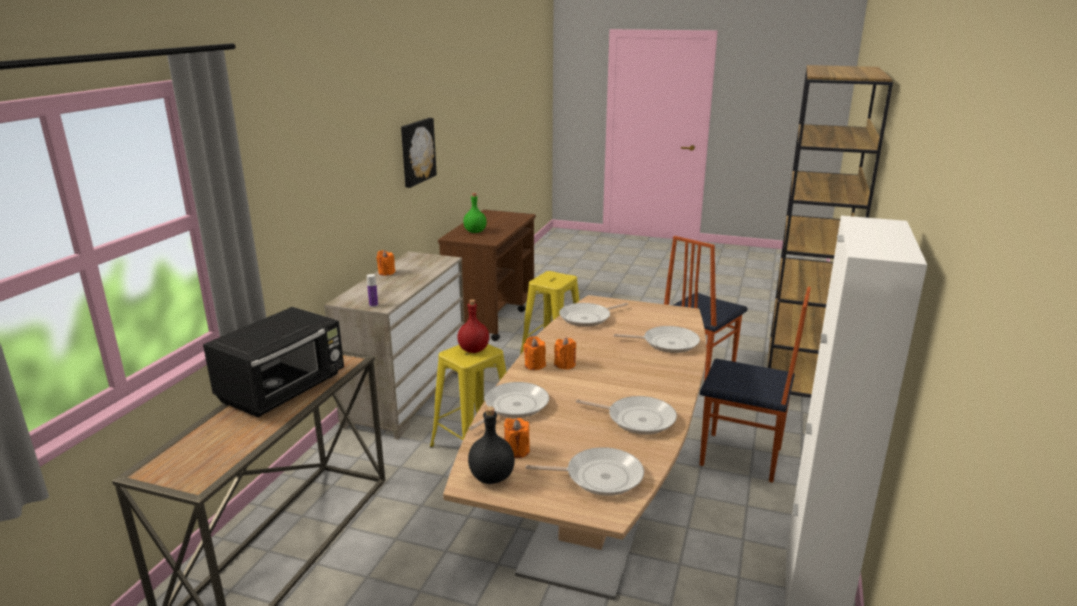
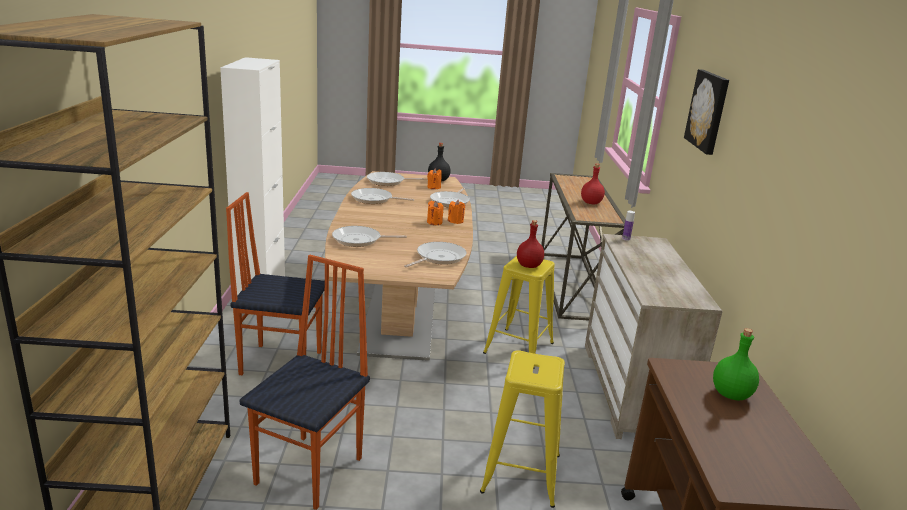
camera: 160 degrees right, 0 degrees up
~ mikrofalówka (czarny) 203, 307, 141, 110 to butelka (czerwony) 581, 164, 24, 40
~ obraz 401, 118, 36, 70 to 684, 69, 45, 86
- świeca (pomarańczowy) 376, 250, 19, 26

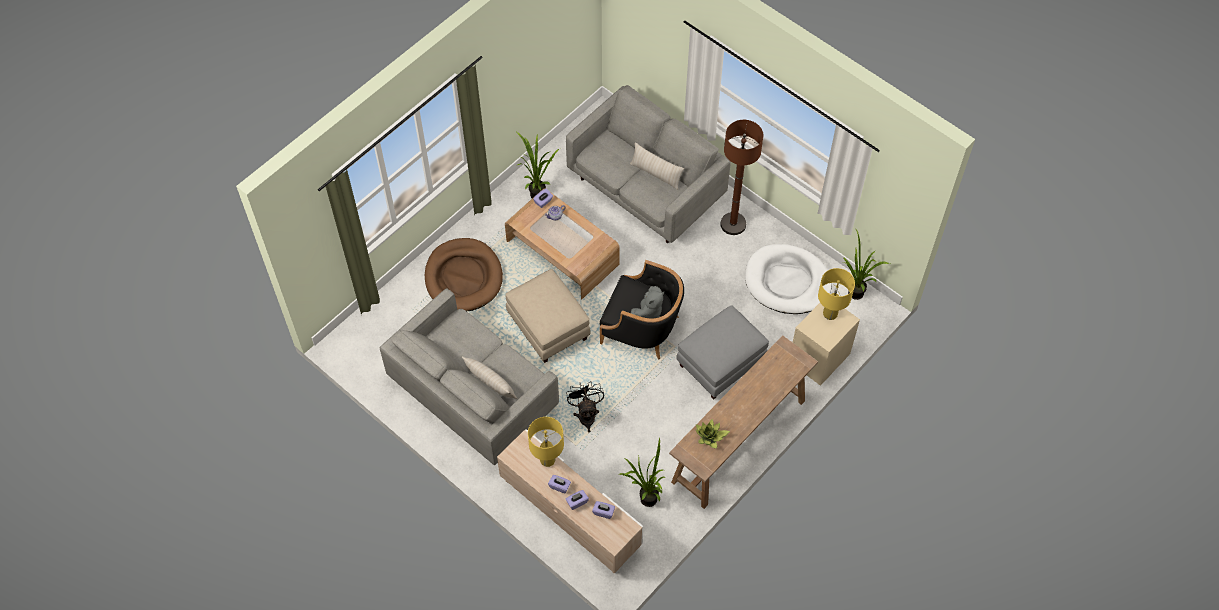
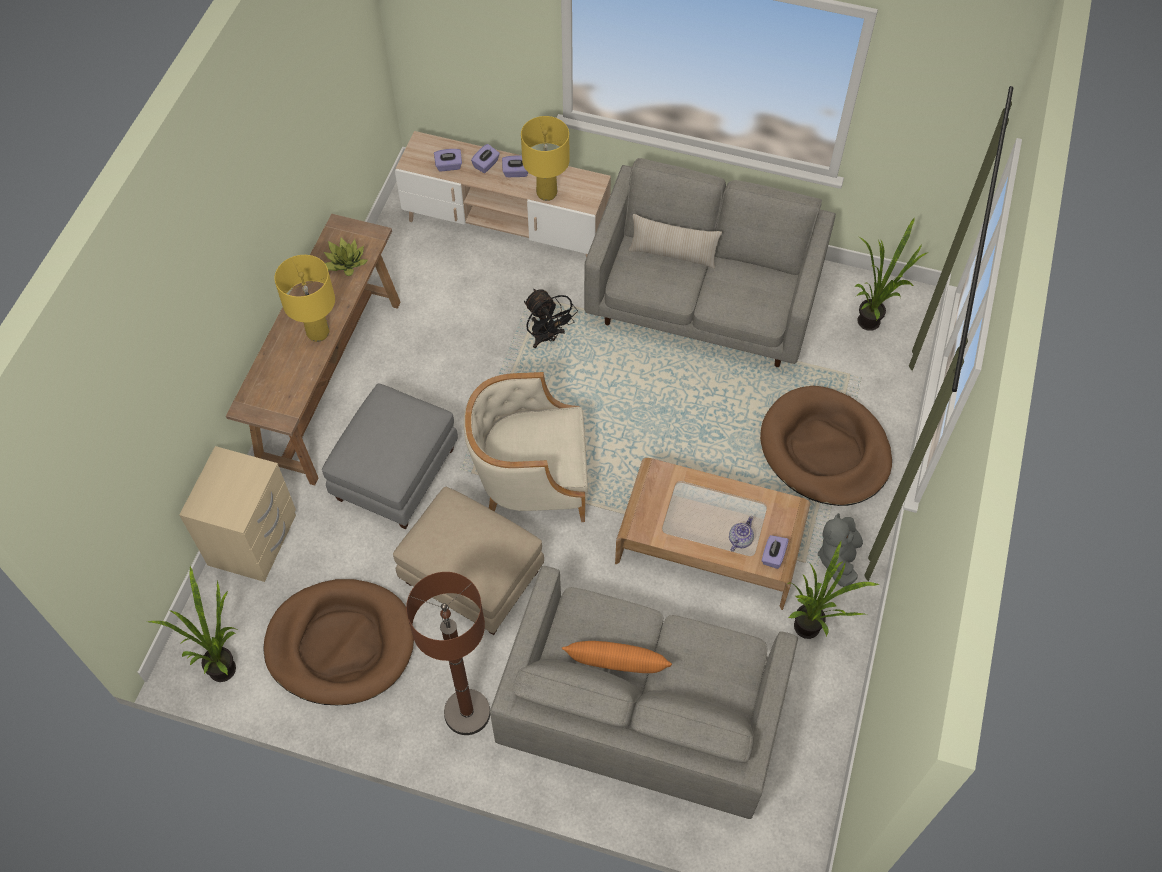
camera: 155 degrees right, 0 degrees up
~ legowisko (biały) 745, 244, 87, 70 to legowisko (brązowy) 263, 579, 151, 126
~ lampa stołowa (żółty) 818, 268, 37, 52 to 274, 255, 61, 87
~ pufa (beżowy) 505, 269, 85, 94 to 393, 486, 151, 149
~ fotel (czarny) 600, 260, 84, 100 to fotel (beżowy) 464, 372, 124, 150
~ poduszka (beżowy) 630, 142, 54, 48 to poduszka (pomarańczowy) 562, 641, 110, 32
~ pluszak (szary) 631, 286, 33, 32 to 818, 513, 45, 74
~ roślina doniczkowa 619, 438, 46, 69 to 854, 217, 74, 114

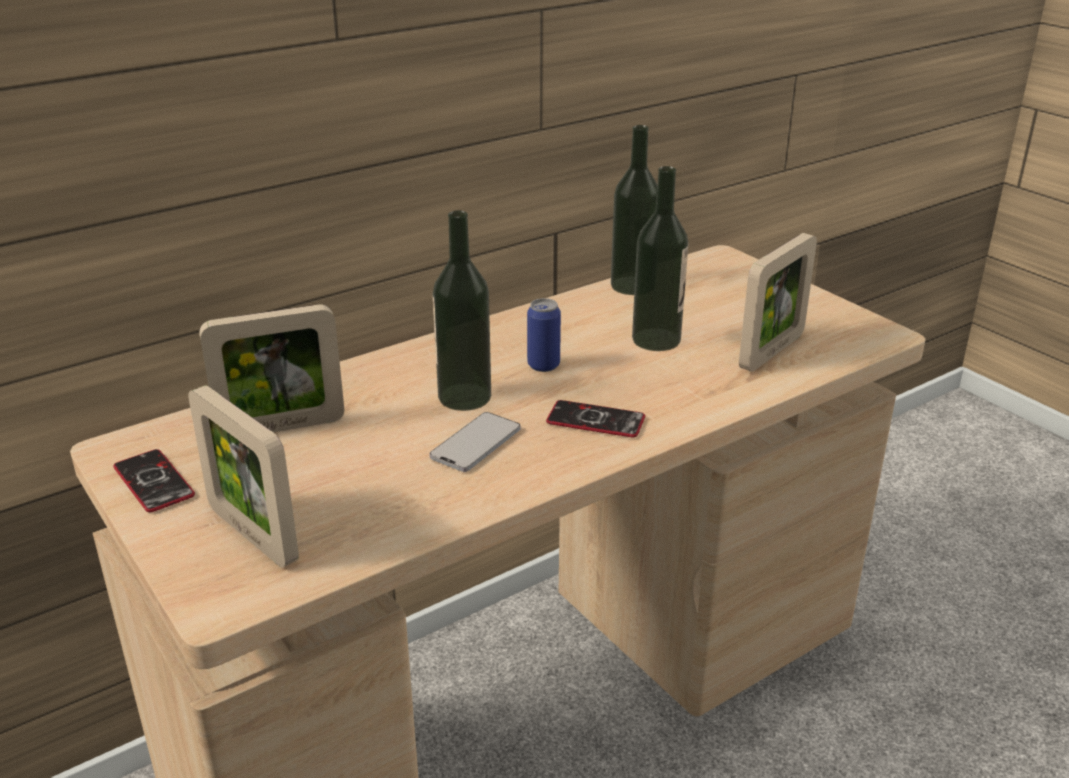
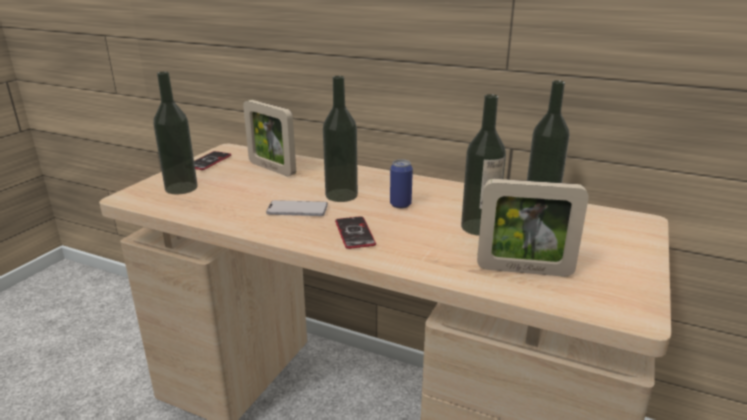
camera: 60 degrees right, 5 degrees down
~ ramka na zdjęcie 188, 385, 111, 182 to butelka 153, 72, 45, 123

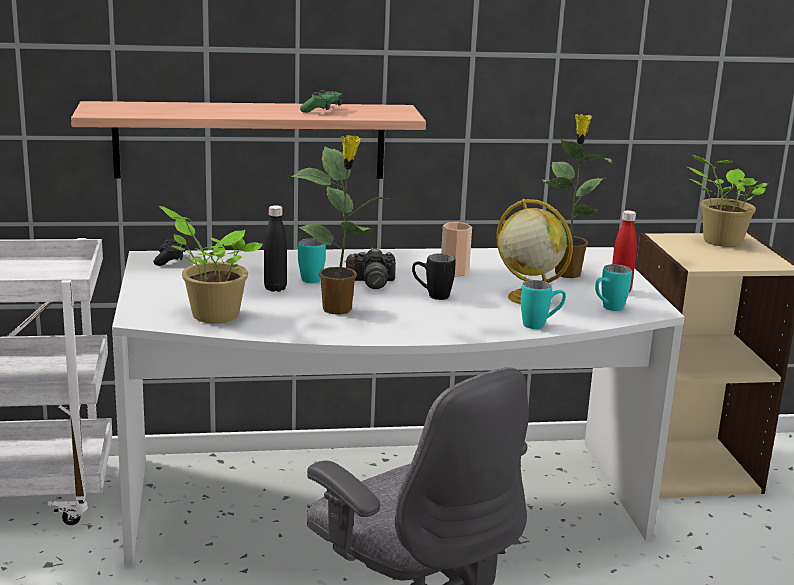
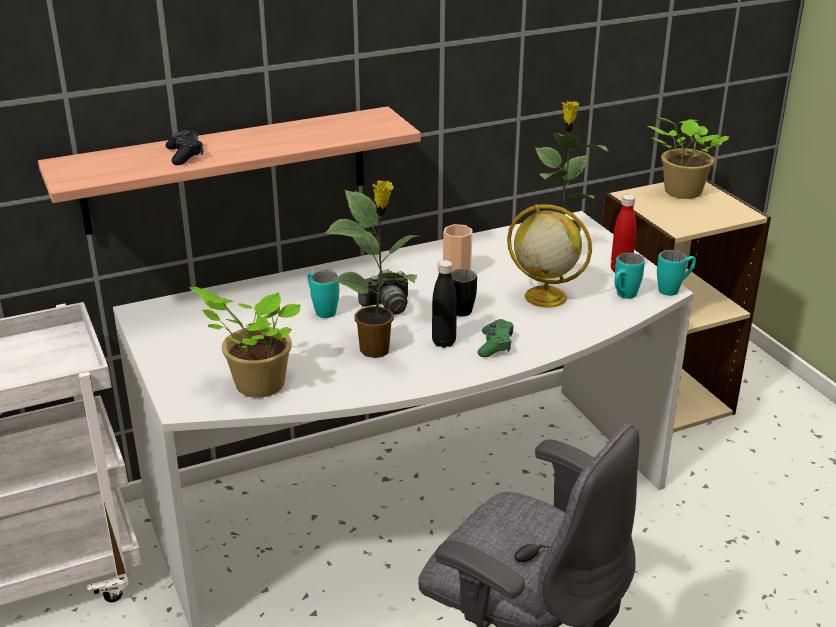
camera: 15 degrees left, 10 degrees up
~ pad do gier (czarny) 153, 238, 33, 28 to 165, 130, 38, 35
~ butelka (czarny) 264, 205, 23, 87 to 432, 260, 25, 88
~ pad do gier (zielony) 300, 90, 43, 23 to 478, 319, 36, 38
~ kubek (turkusowy) 521, 280, 45, 49 to 657, 250, 39, 46

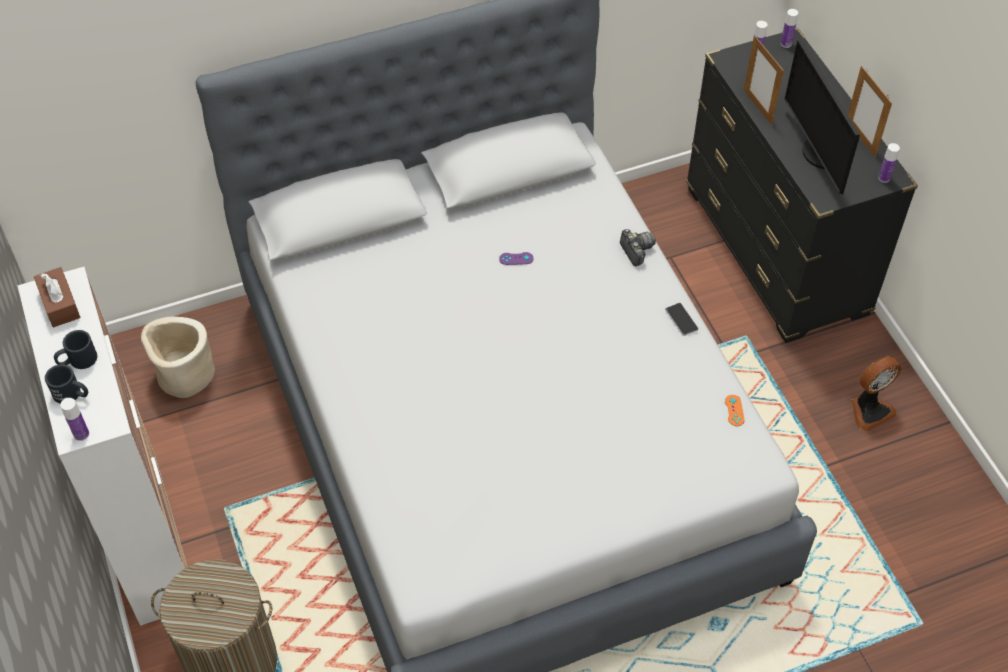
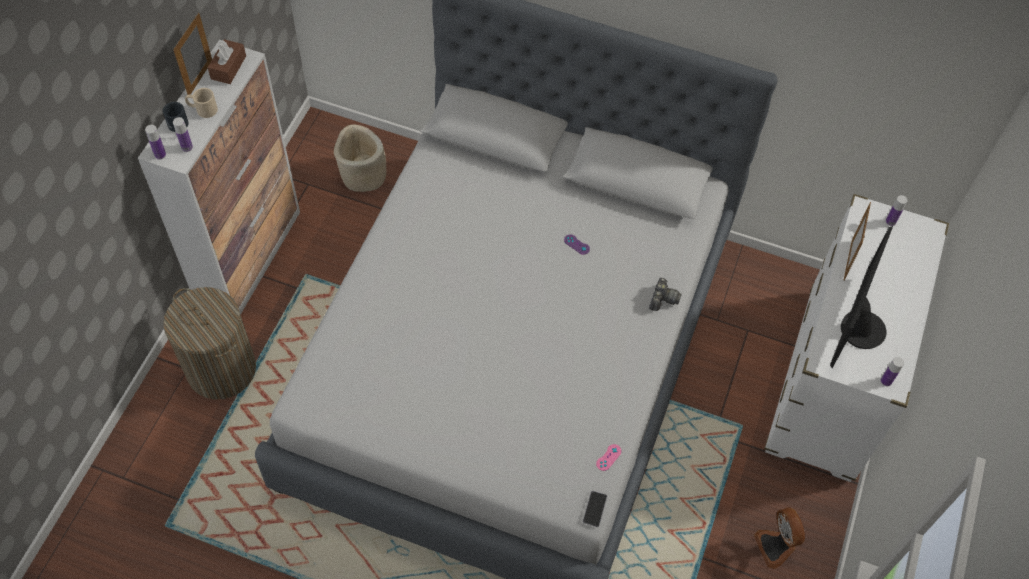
camera: 40 degrees right, 5 degrees up
~ ramka na zdjęcie 848, 66, 44, 91 to 173, 13, 39, 82
~ butelka 781, 9, 17, 39 to 173, 117, 20, 35
~ kubek (czarny) 54, 330, 43, 39 to kubek (beżowy) 185, 88, 33, 30
~ telefon 665, 303, 34, 33 to 582, 491, 25, 36
~ pad do gier (pomarańczowy) 725, 395, 20, 31 to pad do gier (różowy) 596, 444, 25, 27
~ wentylator 851, 357, 50, 75 = 754, 507, 51, 62 60 degrees clockwise
~ komoda (czarny) 686, 28, 232, 315 to komoda (biały) 764, 194, 185, 288

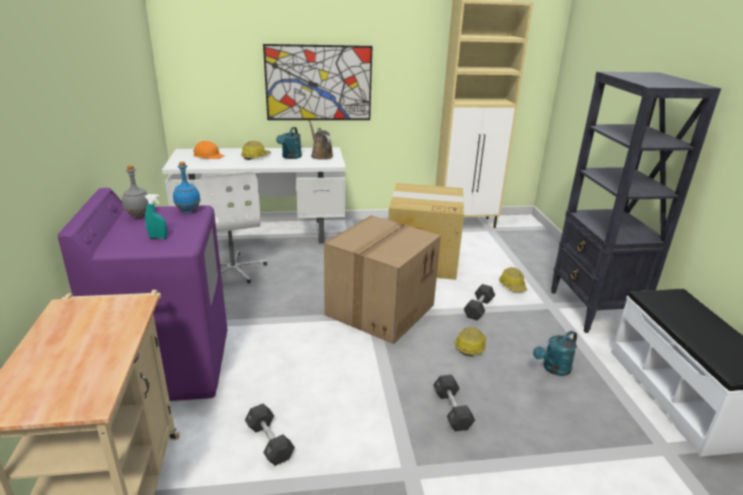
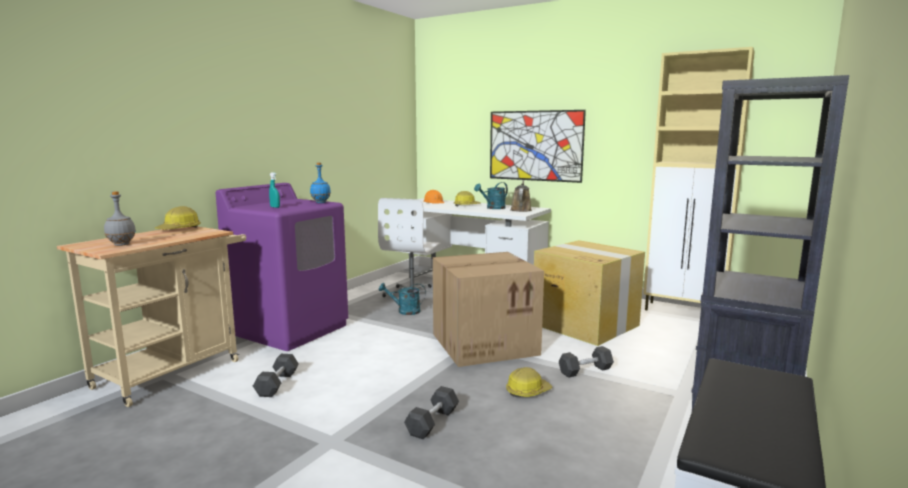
camera: 40 degrees right, 15 degrees down
~ butelka (szary) 122, 165, 26, 53 to 104, 191, 32, 55
~ kask 499, 267, 28, 25 to 155, 206, 46, 23
~ konewka (turkusowy) 533, 331, 44, 45 to 379, 283, 47, 32

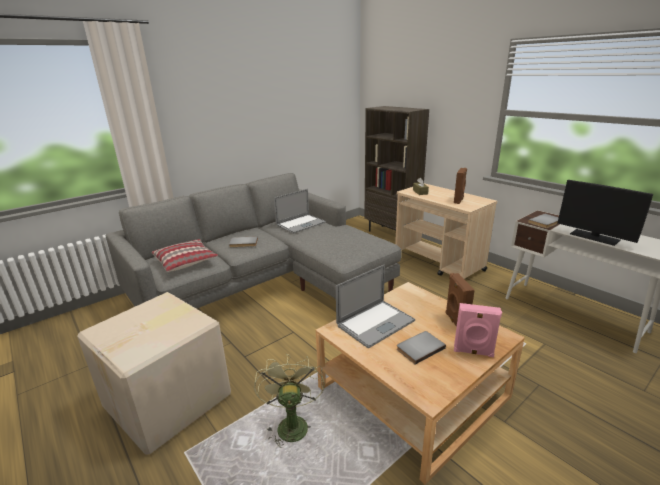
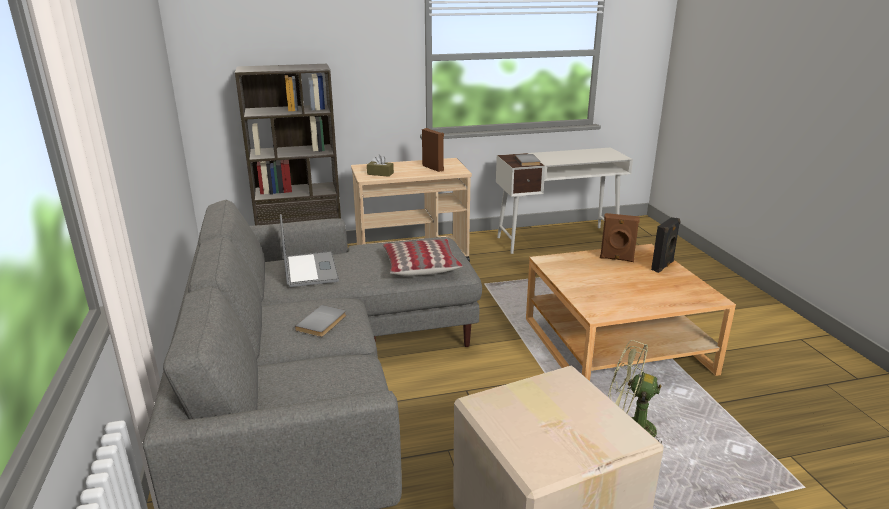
camera: 65 degrees left, 0 degrees up
~ poduszka 151, 239, 67, 33 to 382, 239, 80, 37
~ głośnik (różowy) 454, 303, 48, 54 to głośnik (czarny) 651, 217, 29, 56
- laptop 336, 265, 79, 83
- książka (szary) 397, 331, 49, 34
- monitor 558, 180, 95, 66

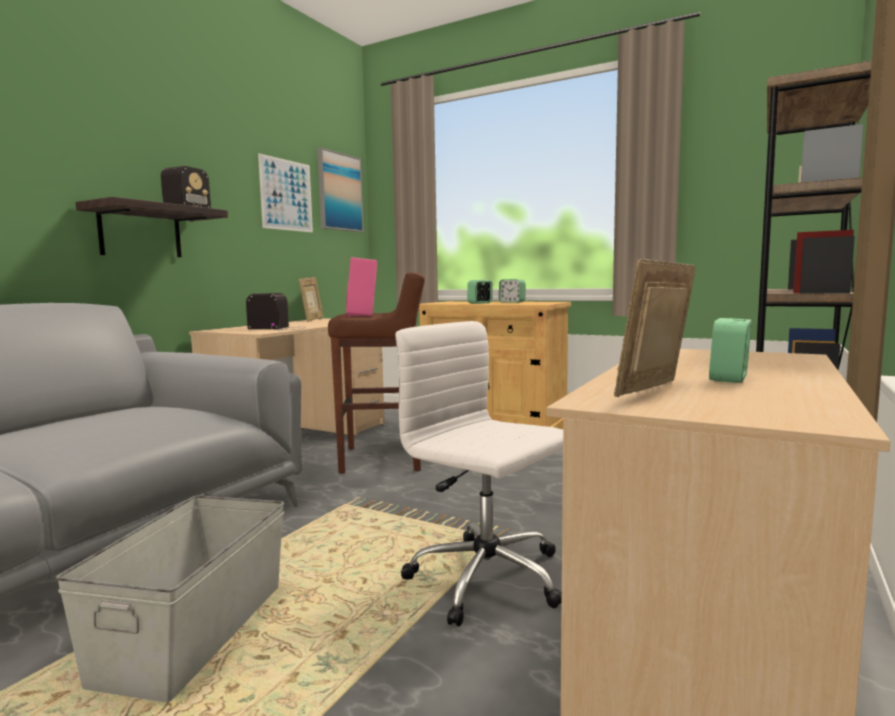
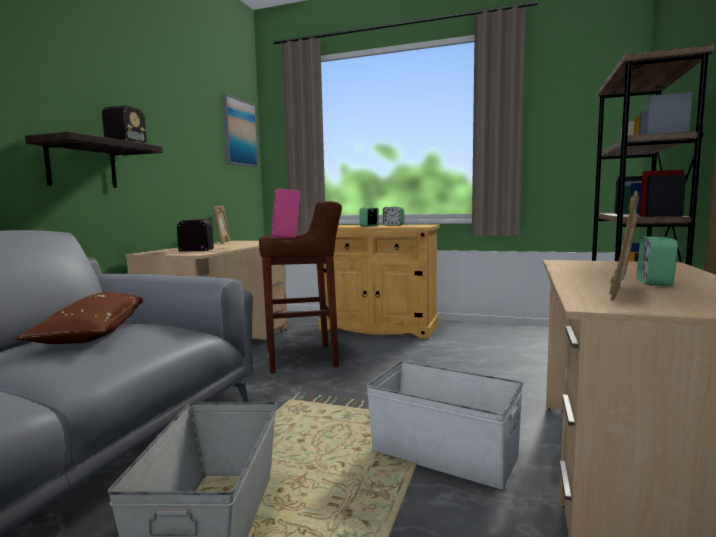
camera: 10 degrees left, 0 degrees up
+ poduszka (brązowy) 15, 292, 128, 52
~ krzesło biurowe (biały) 395, 321, 168, 305 to pojemnik do przechowywania (biały) 366, 361, 157, 128
- obraz 258, 153, 55, 79

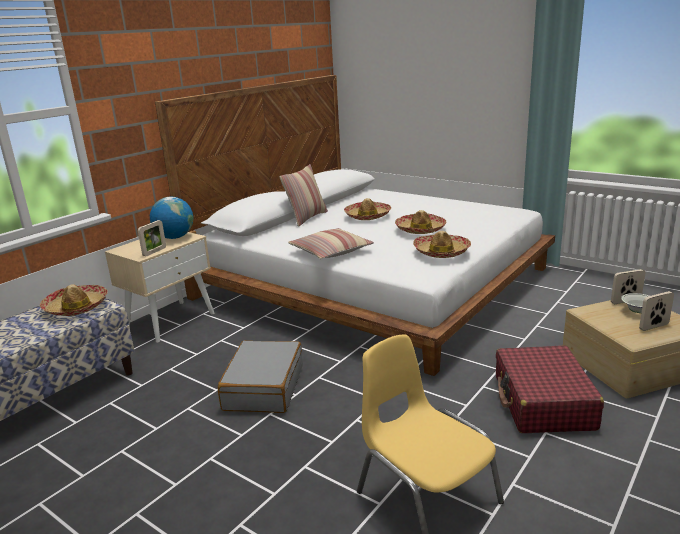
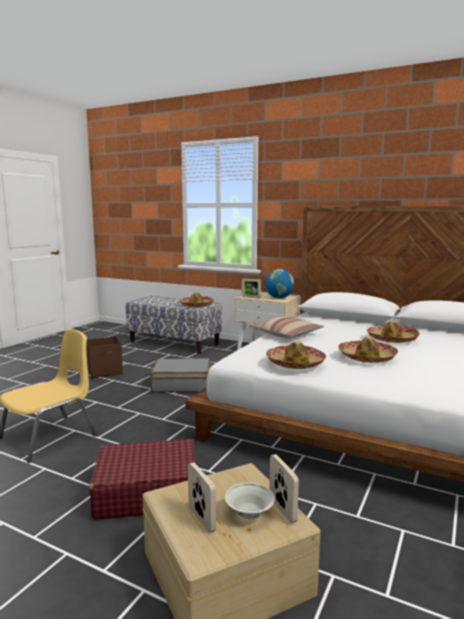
camera: 80 degrees right, 10 degrees down
+ pojemnik do przechowywania (brązowy) 86, 336, 37, 42
- poduszka 280, 164, 48, 63

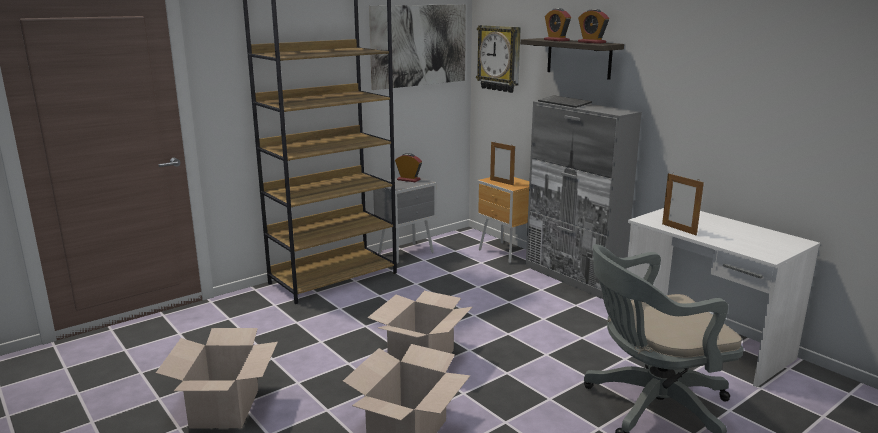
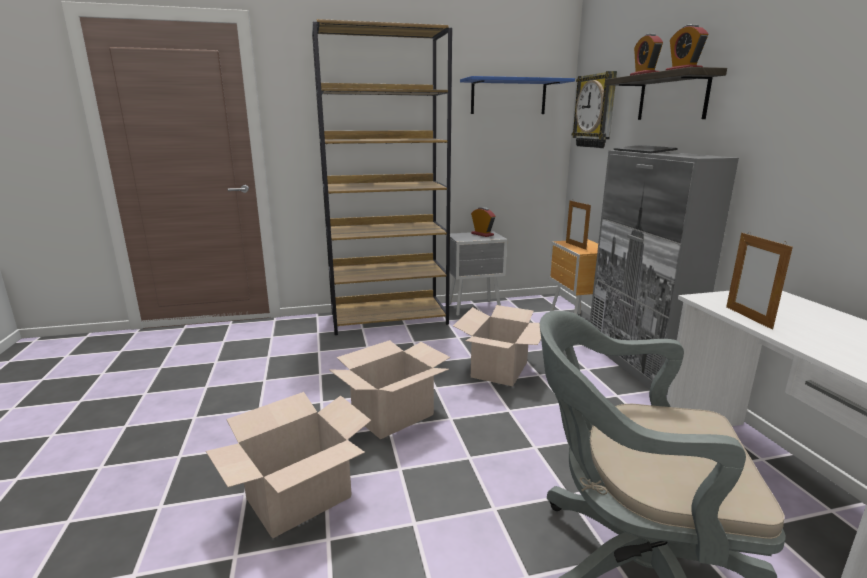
camera: 25 degrees right, 0 degrees up
~ karton 156, 328, 122, 101 to 453, 305, 88, 81
~ obraz 369, 4, 97, 86 to półka (niebieski) 460, 76, 115, 38

